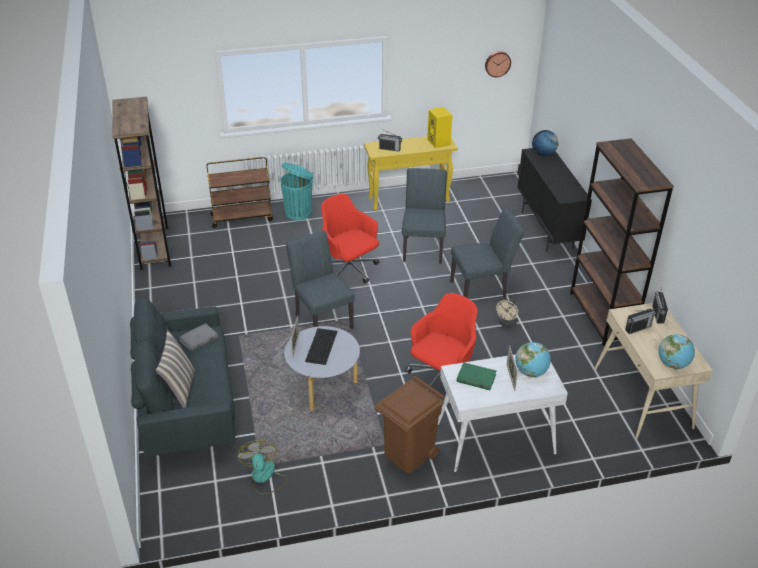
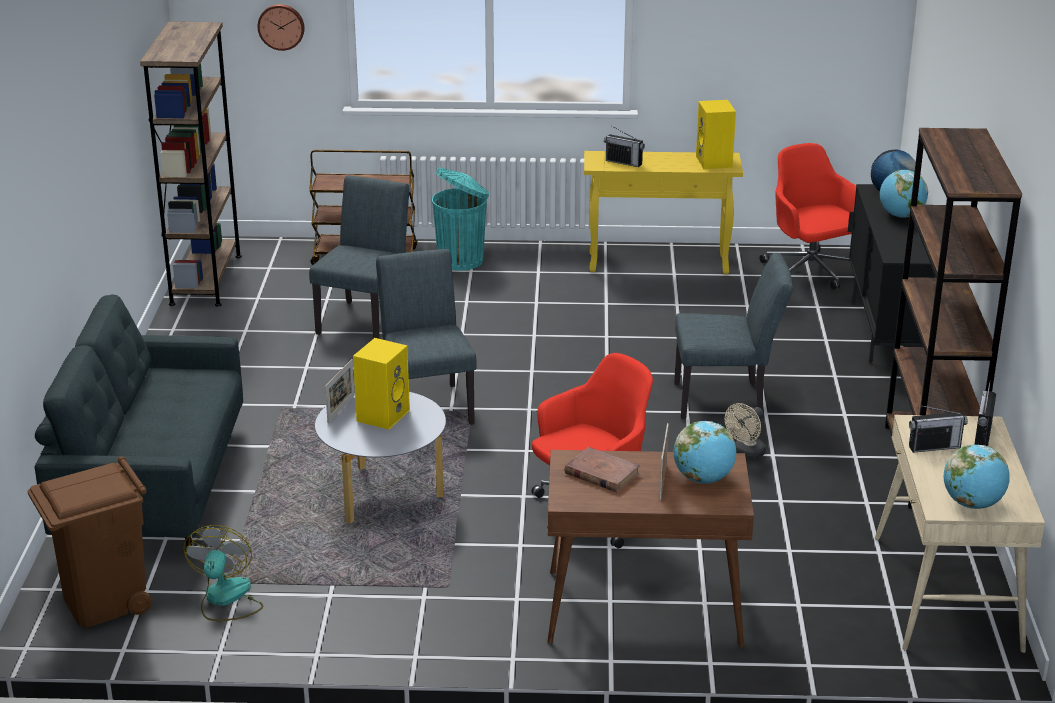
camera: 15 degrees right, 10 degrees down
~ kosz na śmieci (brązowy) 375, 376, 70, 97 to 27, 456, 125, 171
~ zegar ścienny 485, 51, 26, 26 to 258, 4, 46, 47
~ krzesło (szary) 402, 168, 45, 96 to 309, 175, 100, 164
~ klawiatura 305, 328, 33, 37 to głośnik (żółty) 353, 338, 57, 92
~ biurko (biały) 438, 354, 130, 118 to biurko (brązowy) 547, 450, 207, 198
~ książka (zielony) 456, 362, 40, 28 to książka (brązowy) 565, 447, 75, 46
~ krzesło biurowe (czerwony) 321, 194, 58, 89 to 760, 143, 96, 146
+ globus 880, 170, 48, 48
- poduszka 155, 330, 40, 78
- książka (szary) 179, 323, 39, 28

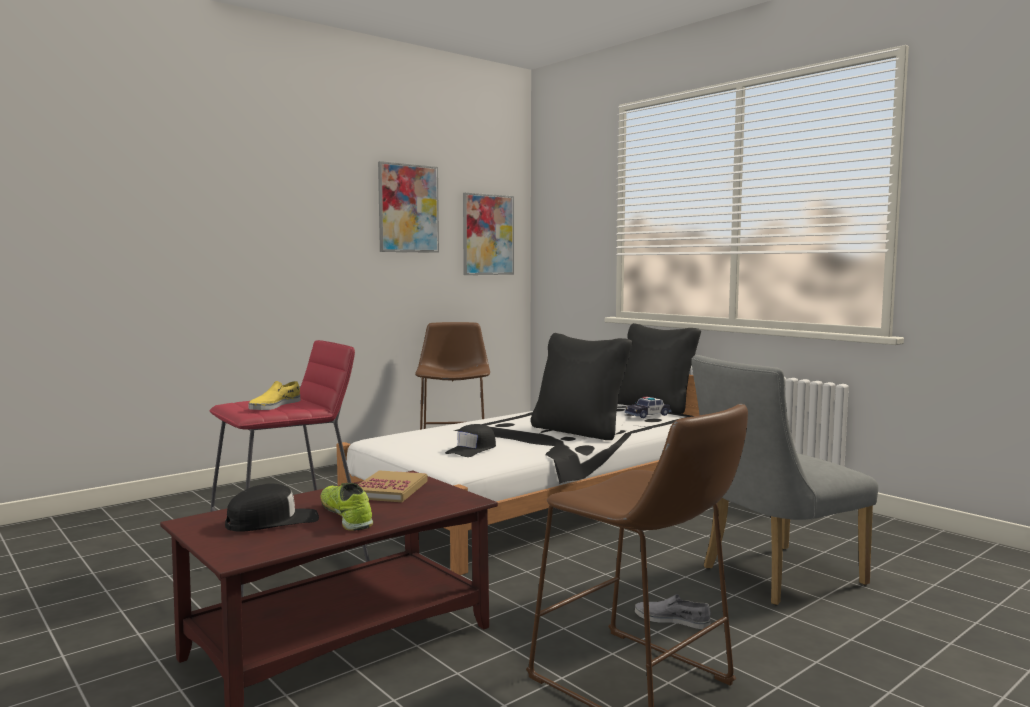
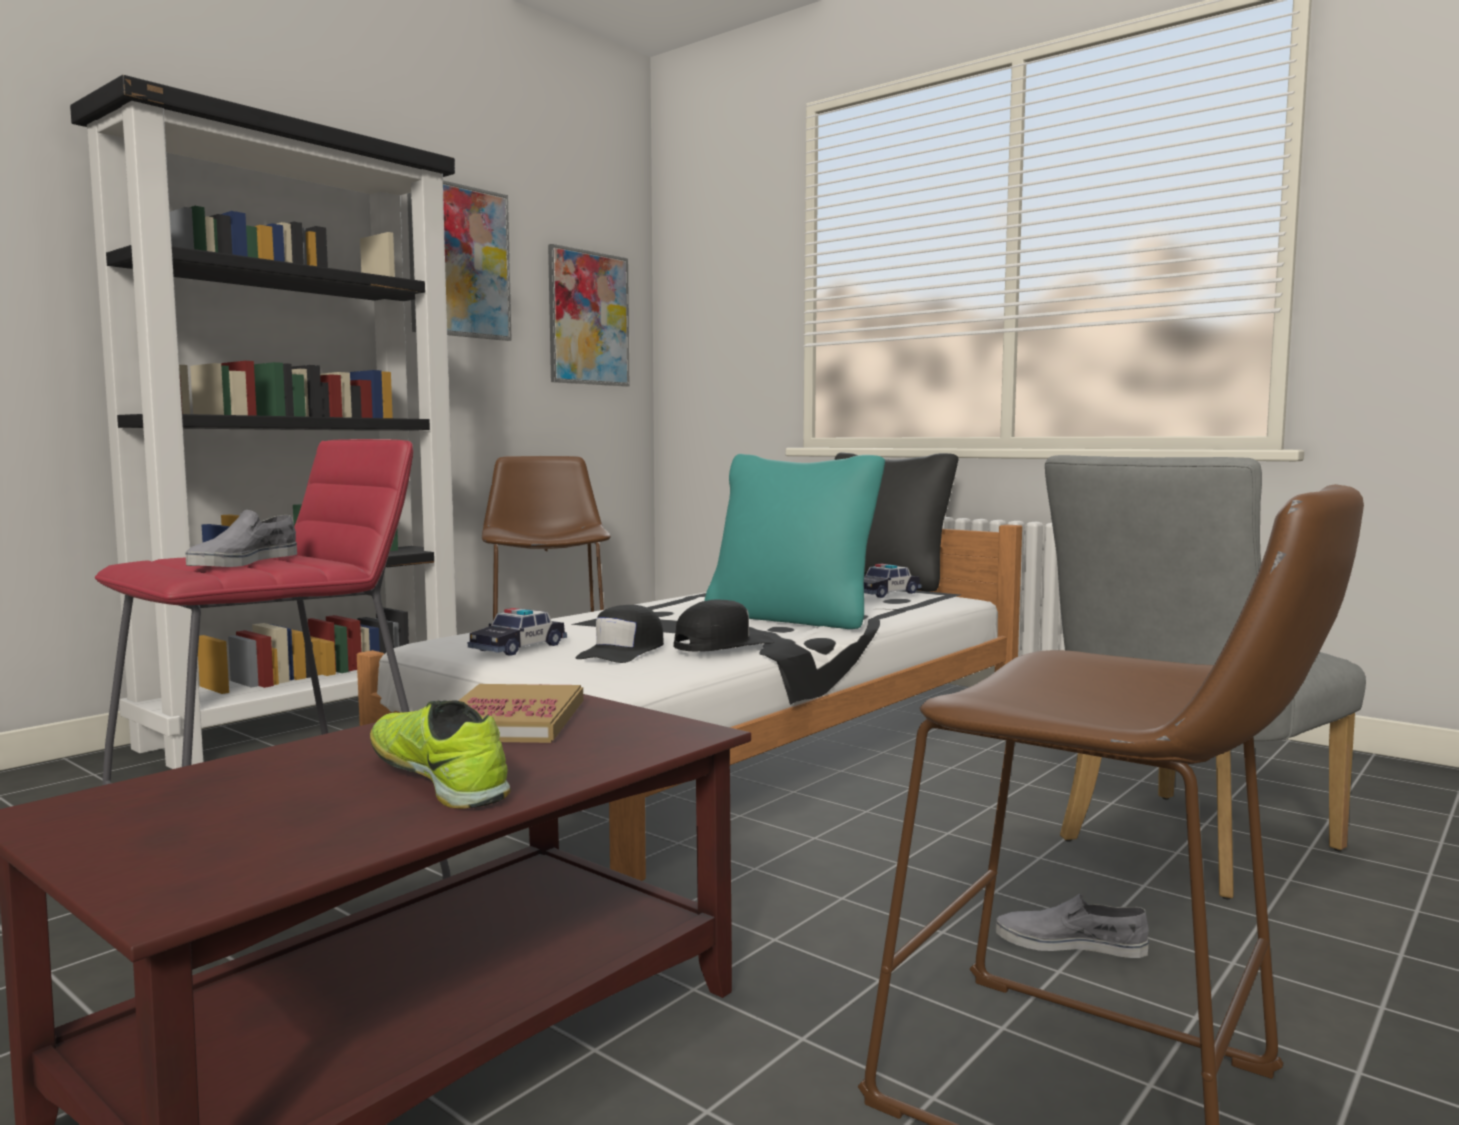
camera: 10 degrees left, 0 degrees up
+ regał (czarny) 70, 75, 387, 694
~ but (żółty) 249, 381, 51, 29 to but (szary) 186, 510, 111, 57
+ samochodzik 468, 608, 99, 48
~ czapka z daszkiem (czarny) 225, 483, 94, 49 to 673, 600, 102, 52
~ poduszka (czarny) 531, 333, 101, 107 to poduszka (turkusowy) 704, 454, 181, 175

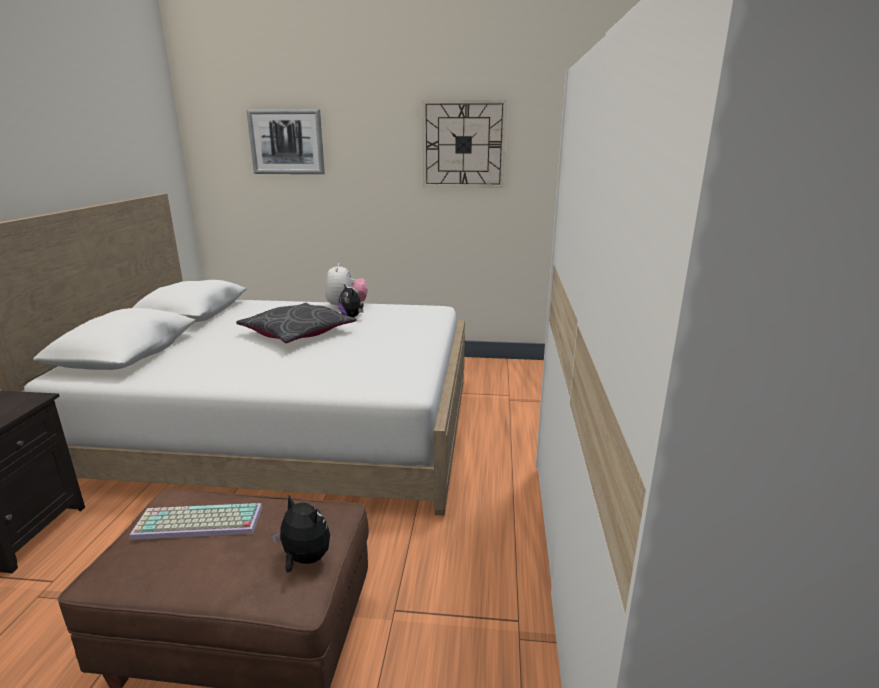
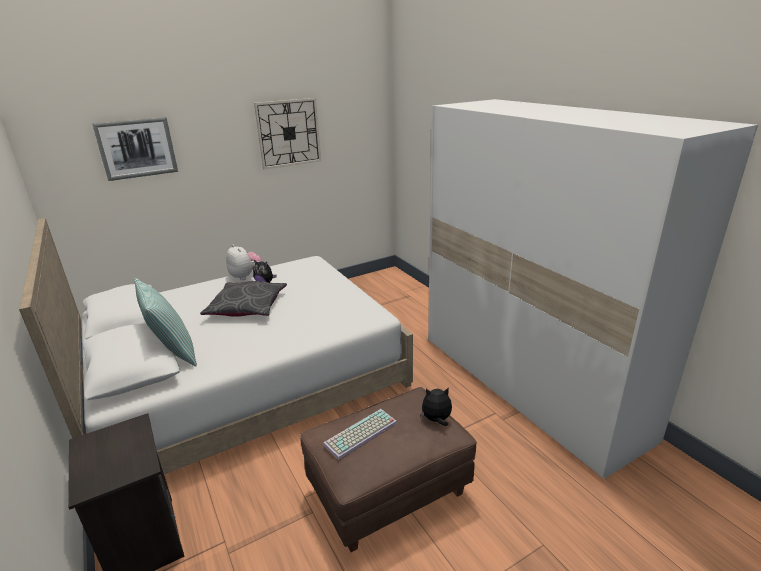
camera: 35 degrees left, 5 degrees up
+ poduszka 134, 278, 63, 88

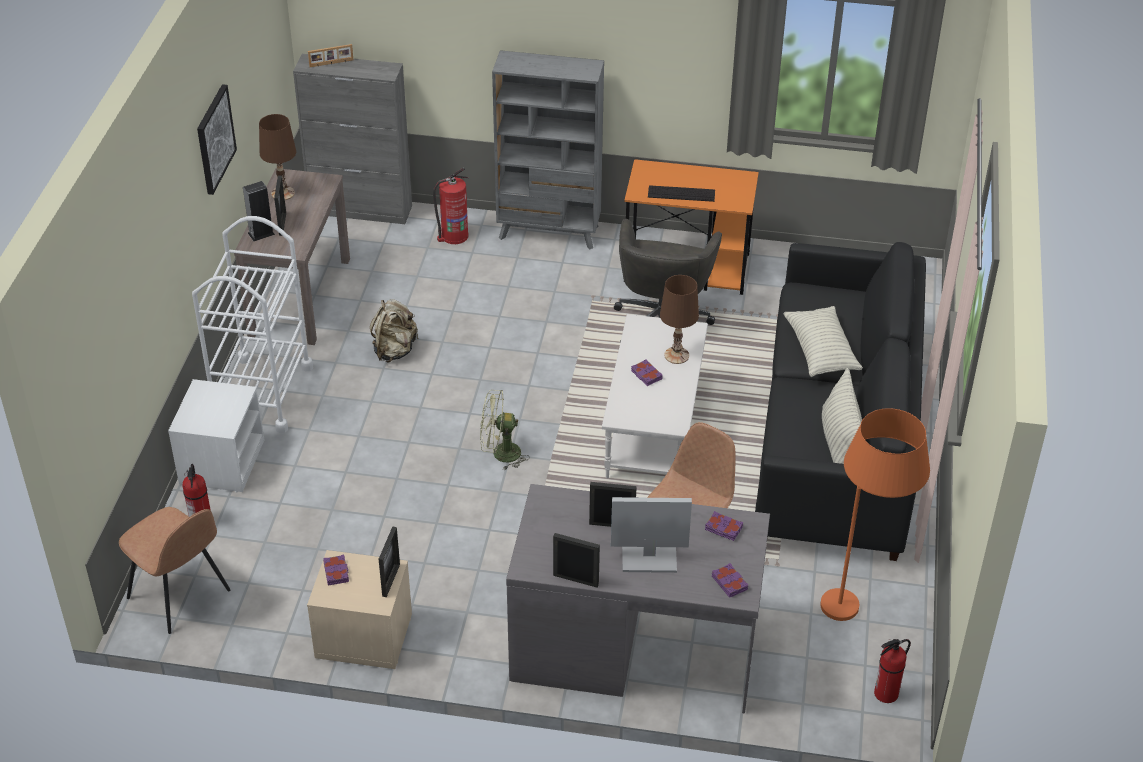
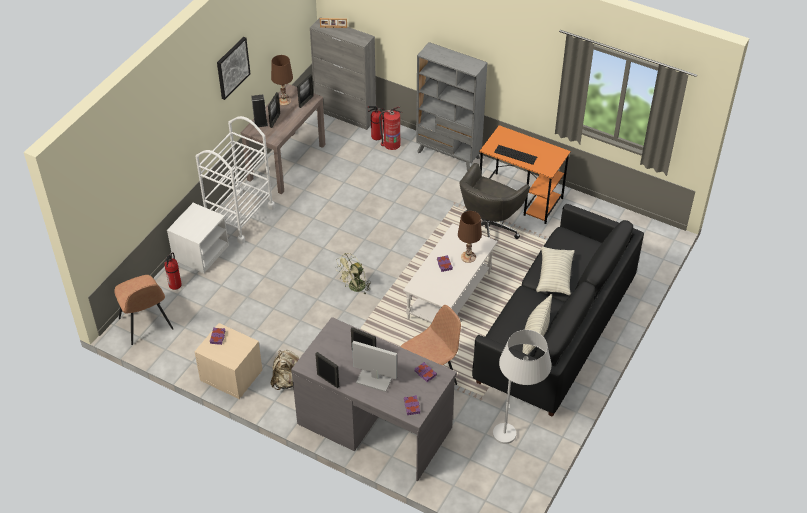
camera: 20 degrees right, 5 degrees up
~ plecak (beżowy) 370, 299, 49, 64 to 271, 350, 28, 40
~ ramka na zdjęcie 379, 526, 21, 71 to 297, 74, 17, 34
~ wentylator (zielony) 480, 390, 50, 80 = 335, 253, 36, 42 60 degrees counterclockwise
~ gaśnica 874, 639, 37, 64 to 368, 106, 18, 34
~ lampa stojąca (pomarańczowy) 820, 408, 110, 213 to lampa stojąca (biały) 493, 330, 58, 114

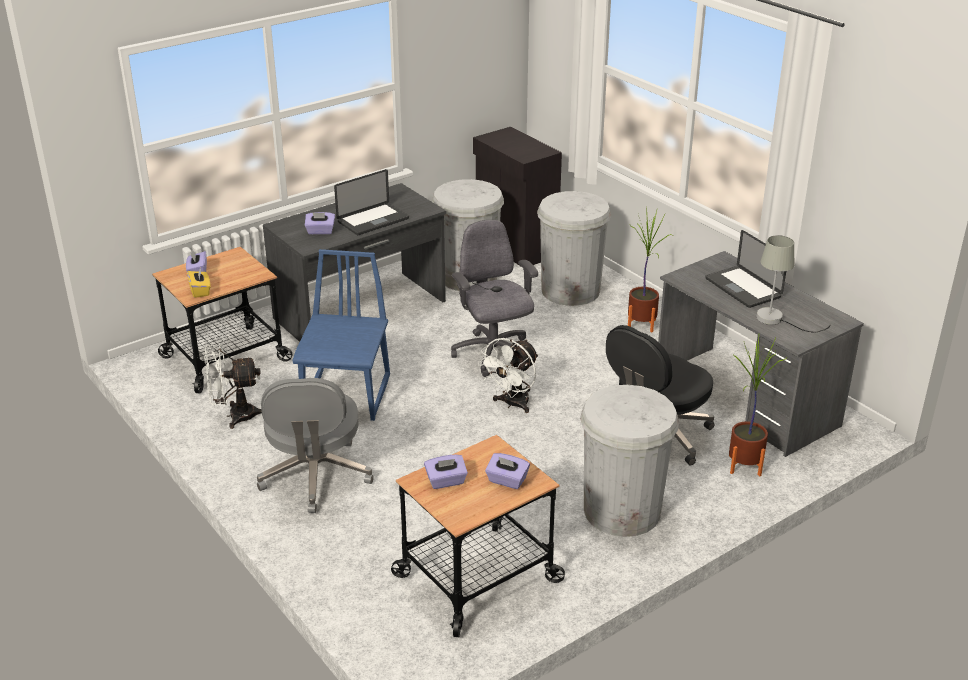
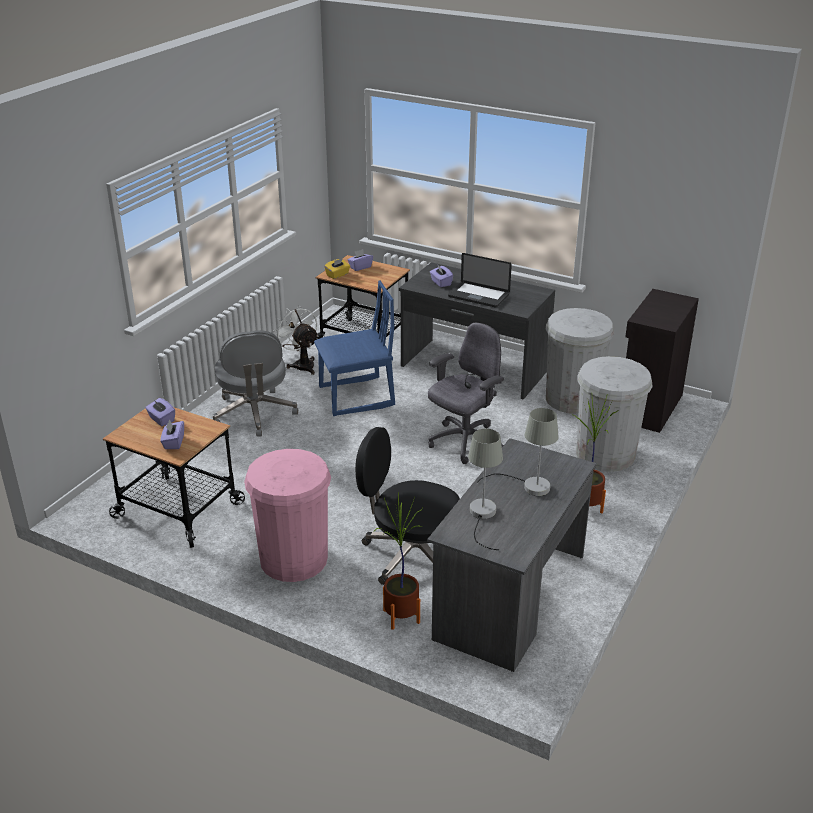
camera: 65 degrees right, 0 degrees up
~ krzesło biurowe (szary) 257, 378, 117, 135 = 213, 330, 85, 107 75 degrees counterclockwise
~ kosz na śmieci (biały) 580, 385, 99, 152 to kosz na śmieci (różowy) 244, 449, 87, 133
~ laptop 705, 230, 81, 78 to lampa stołowa (szary) 477, 408, 82, 88
- wentylator (biały) 478, 338, 61, 75

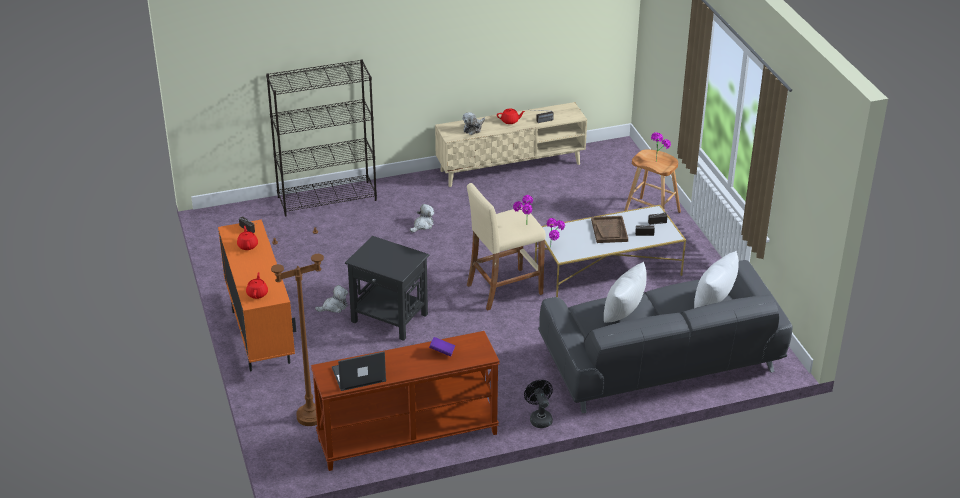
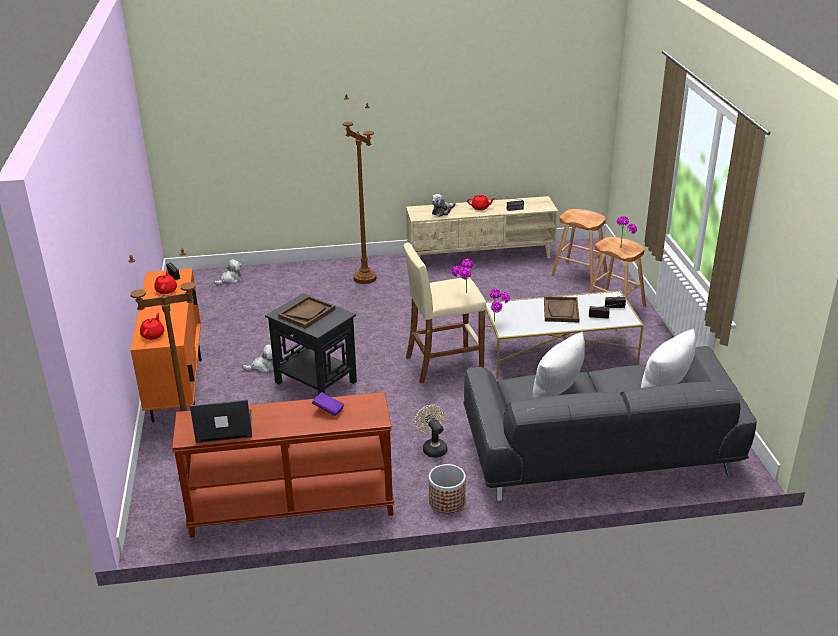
camera: 10 degrees right, 5 degrees down
~ pluszak 410, 204, 24, 28 to 214, 259, 28, 26
+ taca (brązowy) 278, 296, 57, 33
+ lampa stojąca (brązowy) 343, 94, 33, 190
+ wentylator (beżowy) 415, 405, 33, 53
~ wentylator (czarny) 524, 380, 29, 48 to donica 429, 464, 37, 49
+ stołek (brązowy) 551, 209, 56, 77
- regał (czarny) 266, 59, 111, 158

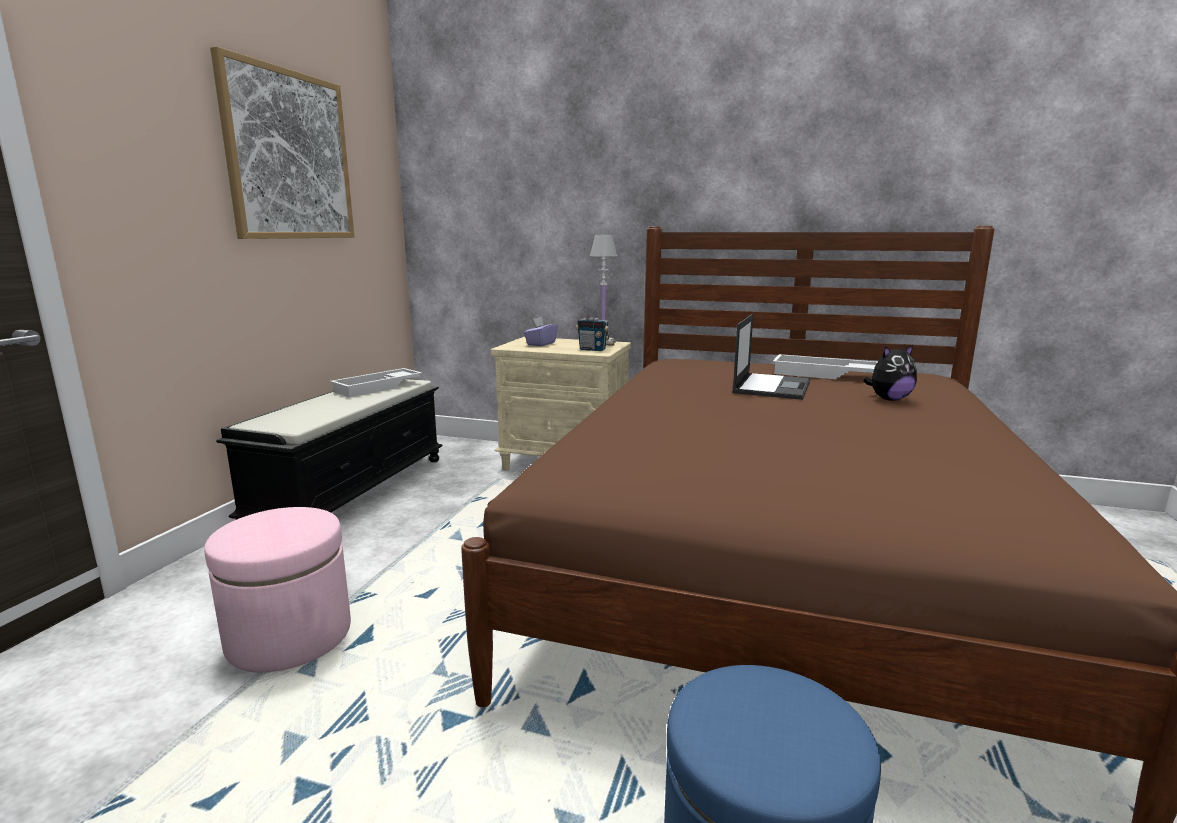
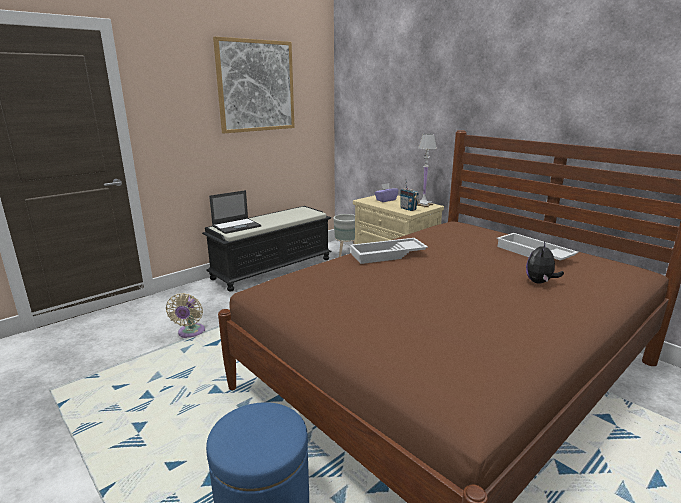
camera: 30 degrees right, 5 degrees up
~ pufa (różowy) 204, 507, 147, 166 to wentylator (beżowy) 166, 293, 39, 45
~ laptop 732, 314, 78, 86 to 209, 190, 52, 44
+ donica (szary) 333, 214, 22, 43
~ taca (biały) 330, 368, 92, 29 to 350, 238, 78, 26
~ pluszak 864, 345, 53, 56 = 526, 241, 38, 43 105 degrees clockwise

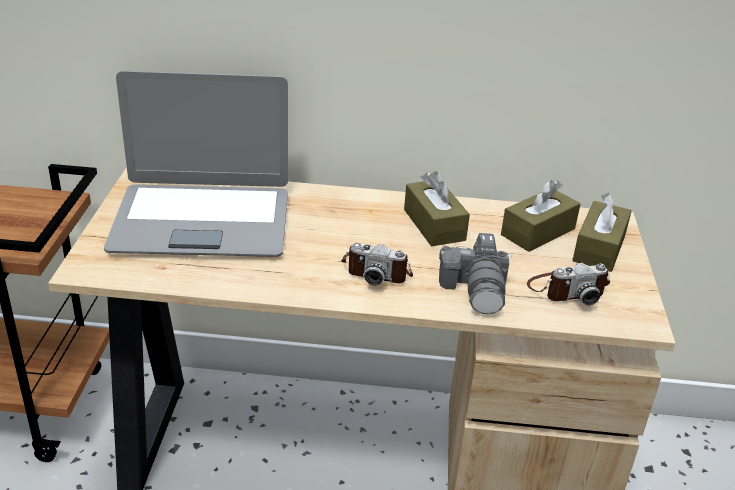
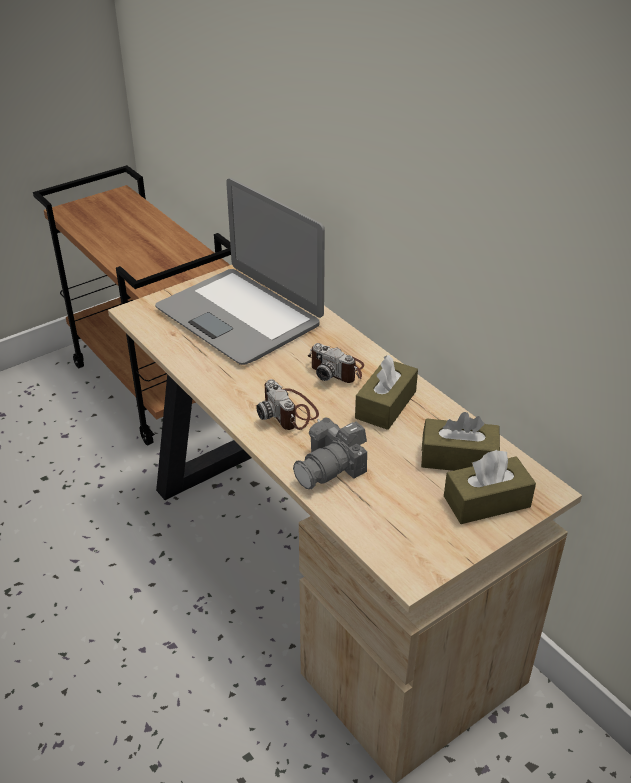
camera: 50 degrees right, 5 degrees up
~ aparat fotograficzny 527, 263, 83, 42 to 308, 343, 56, 40

